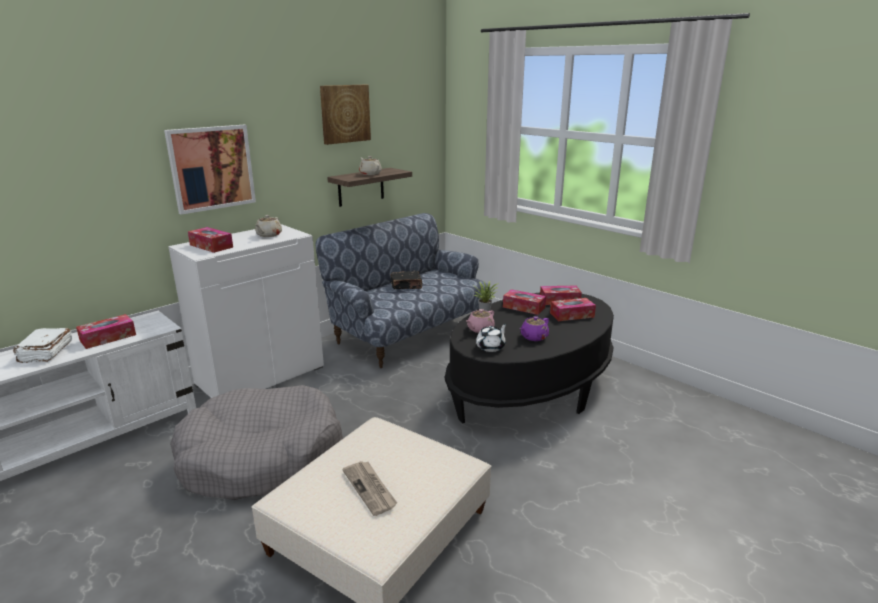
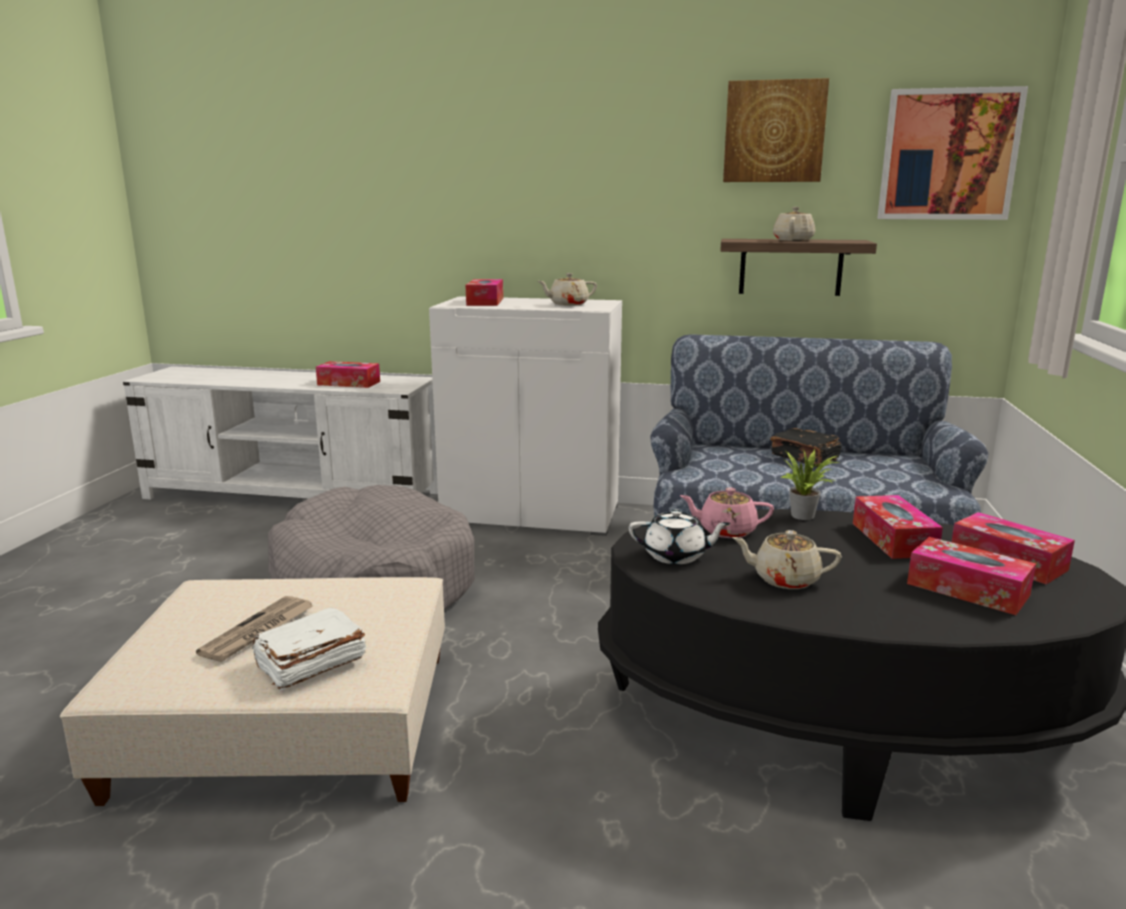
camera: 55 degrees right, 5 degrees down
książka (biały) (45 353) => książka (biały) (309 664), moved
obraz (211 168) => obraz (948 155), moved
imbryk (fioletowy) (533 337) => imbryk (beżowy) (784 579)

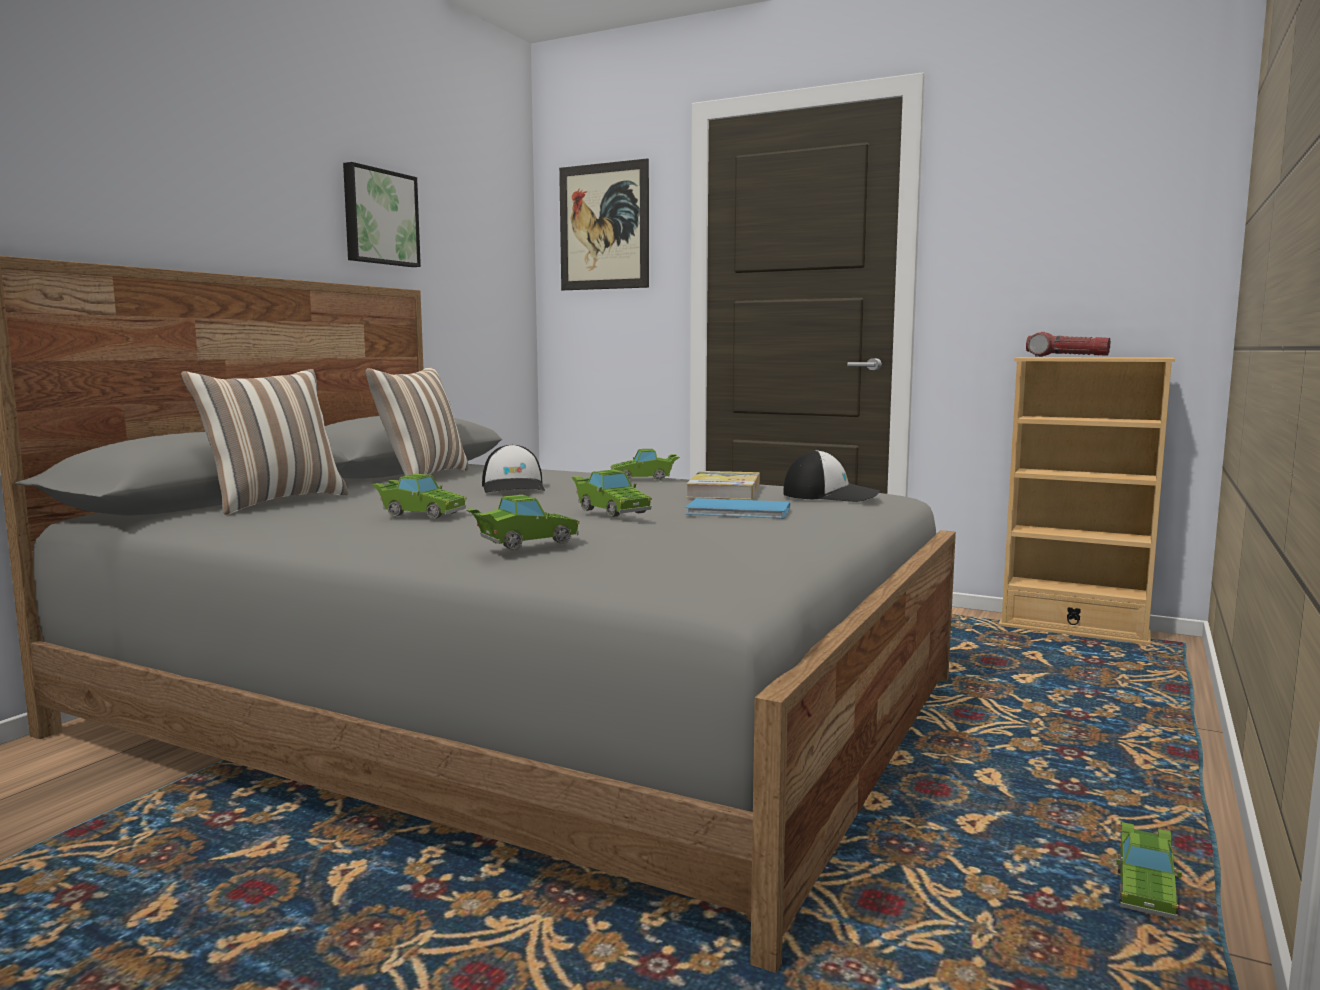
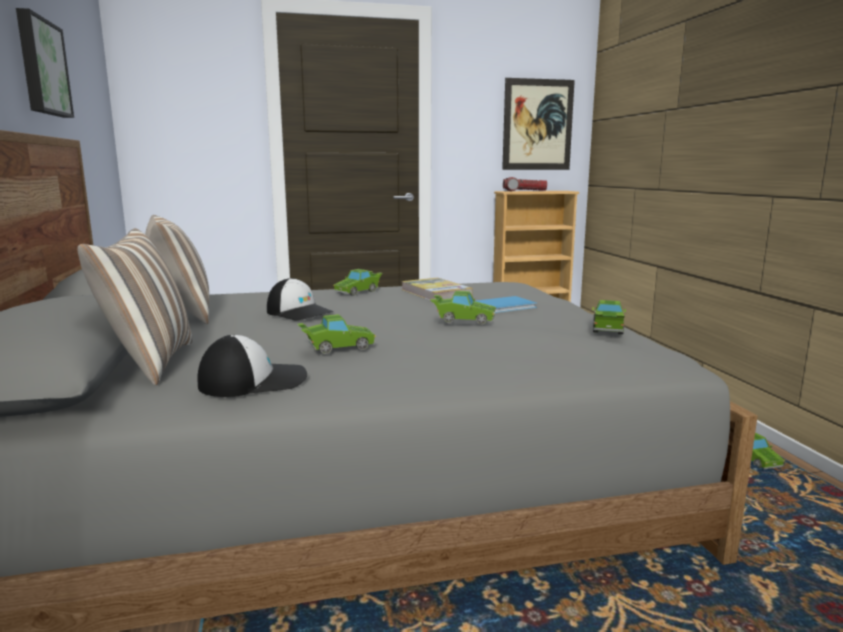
camera: 40 degrees left, 5 degrees up
samochodzik (zielony) (523 543) => samochodzik (zielony) (607 329), moved
obraz (604 226) => obraz (537 125), moved
czapka z daszkiem (831 495) => czapka z daszkiem (254 381), moved

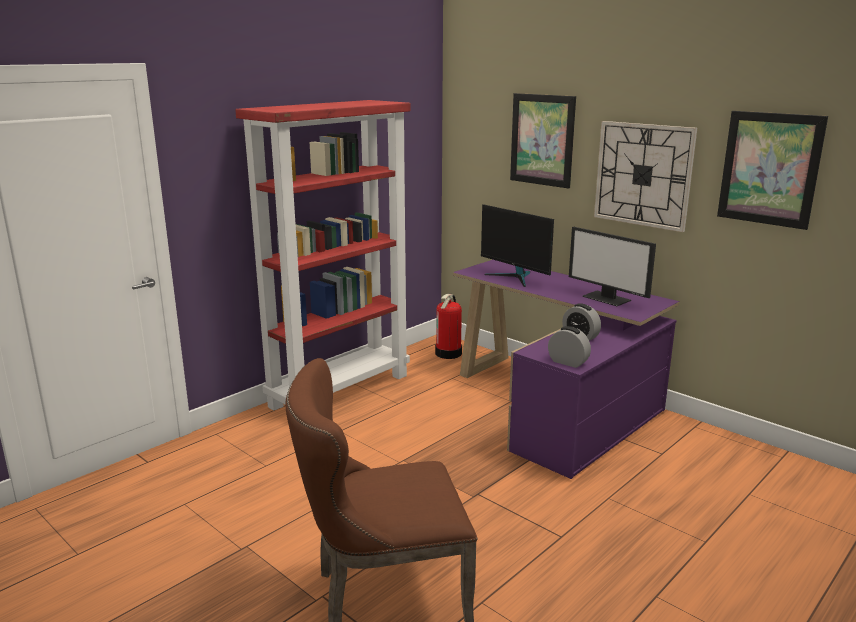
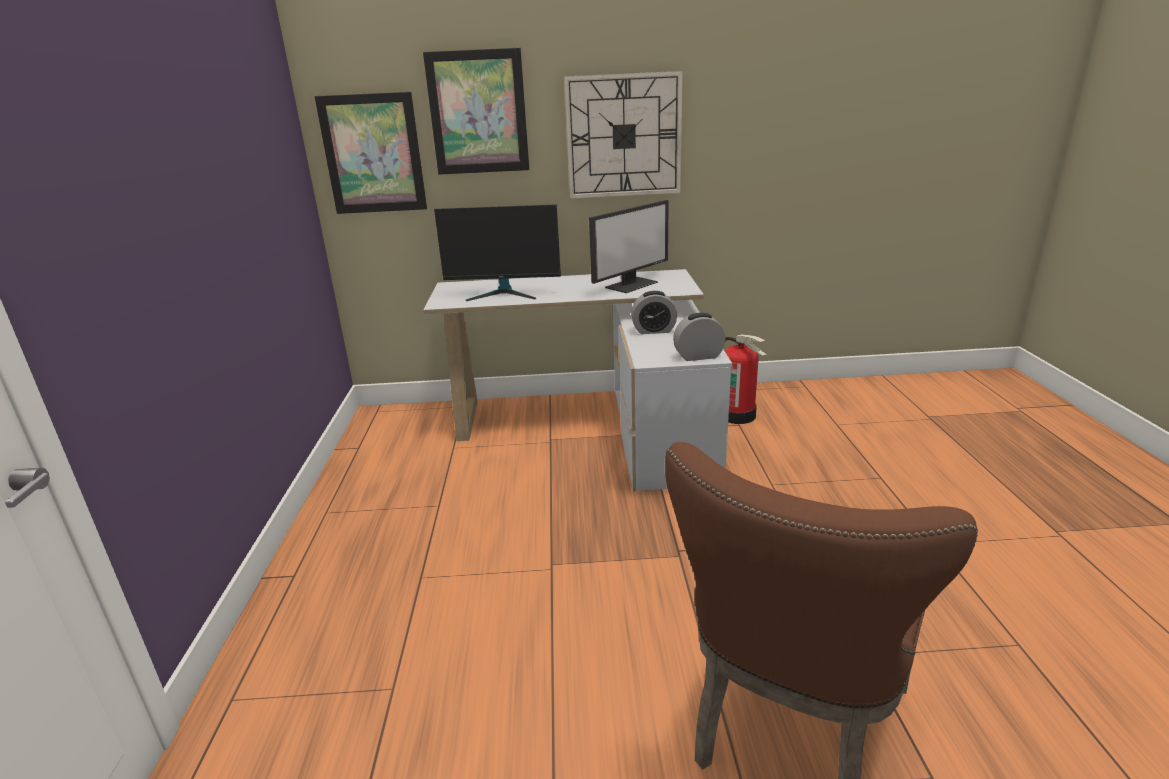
camera: 45 degrees left, 5 degrees up
regał (czerwony) (340 390) => nothing
gaśnica (449 353) => gaśnica (738 415), moved
obraz (769 169) => obraz (373 154), moved
biurko (fioletowy) (556 405) => biurko (biały) (596 425)
monitor (607 298) => monitor (631 284), 45 degrees counterclockwise

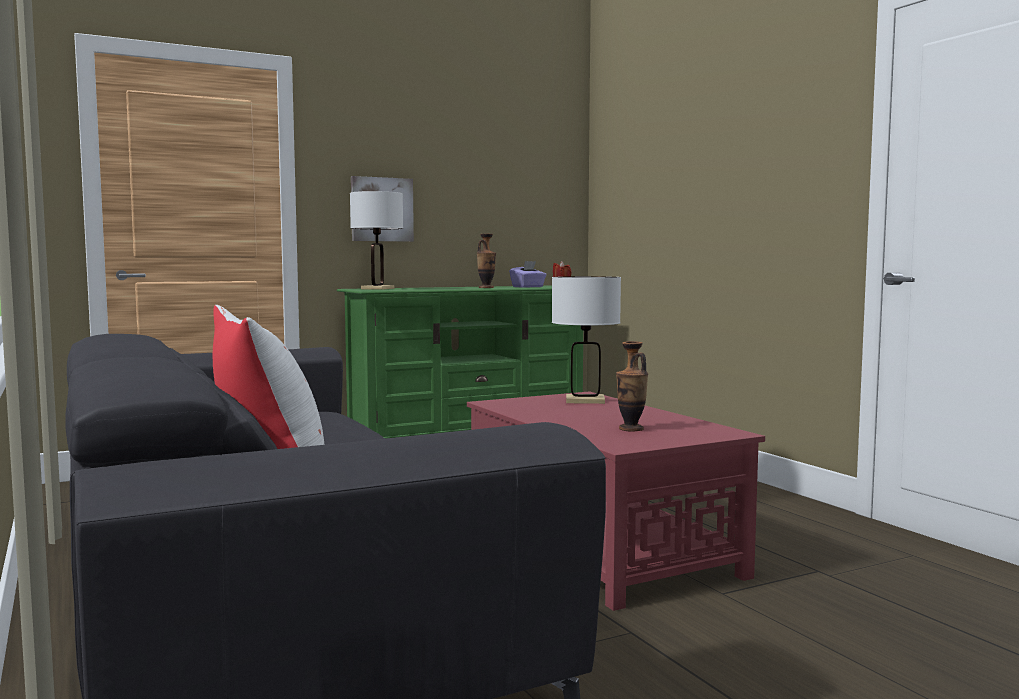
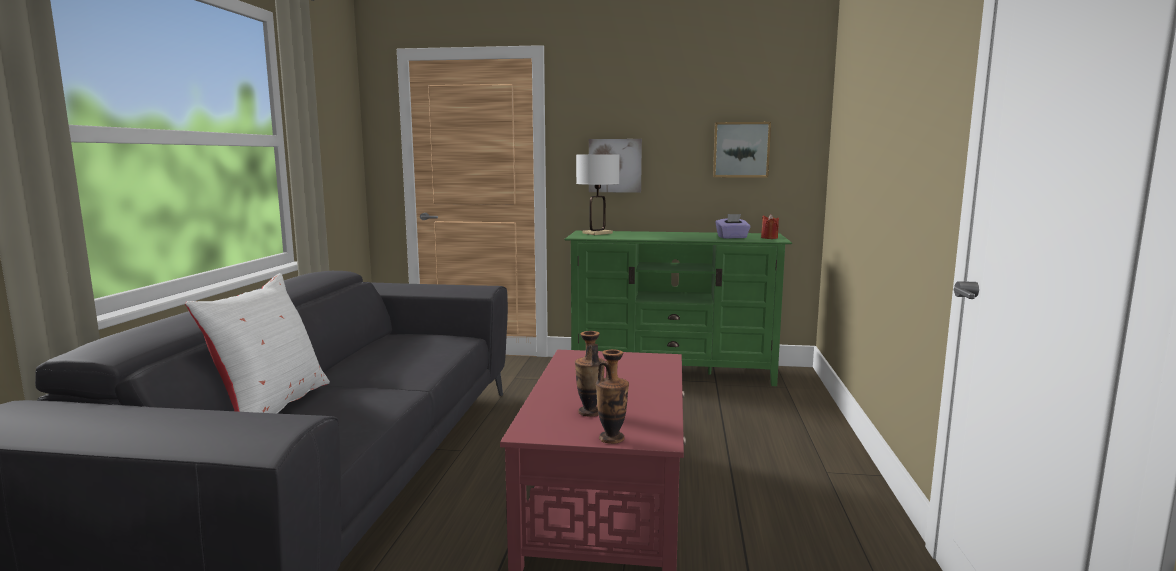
camera: 35 degrees right, 5 degrees up
lampa stołowa (biały) (585 400) => nothing
nothing => obraz (741 150)
wazon (486 288) => wazon (611 438), moved

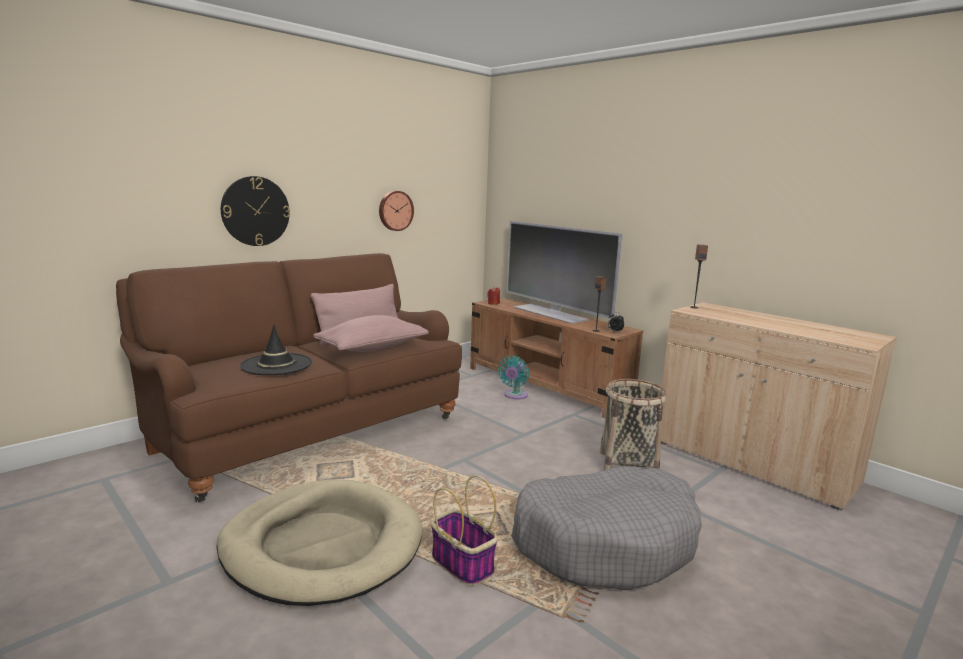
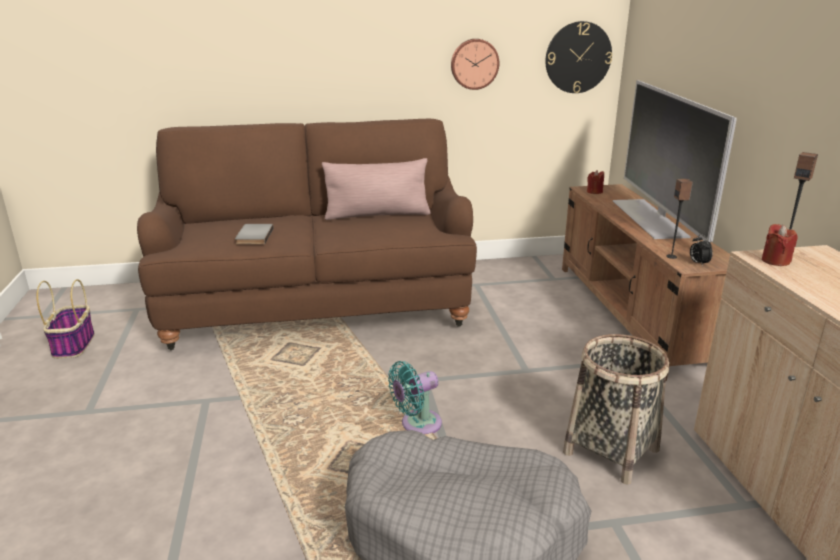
camera: 35 degrees right, 10 degrees up
legowisko (beżowy) (322 546) => nothing
poduszka (różowy) (372 348) => nothing
nothing => świeca (czerwony) (775 261)
zegar ścienny (255 211) => zegar ścienny (578 57), moved
koszyk (461 563) => koszyk (73 344), moved
wentylator (turkusowy) (514 396) => wentylator (turkusowy) (417 424), moved
kapelusz (czarny) (276 365) => książka (szary) (253 236)

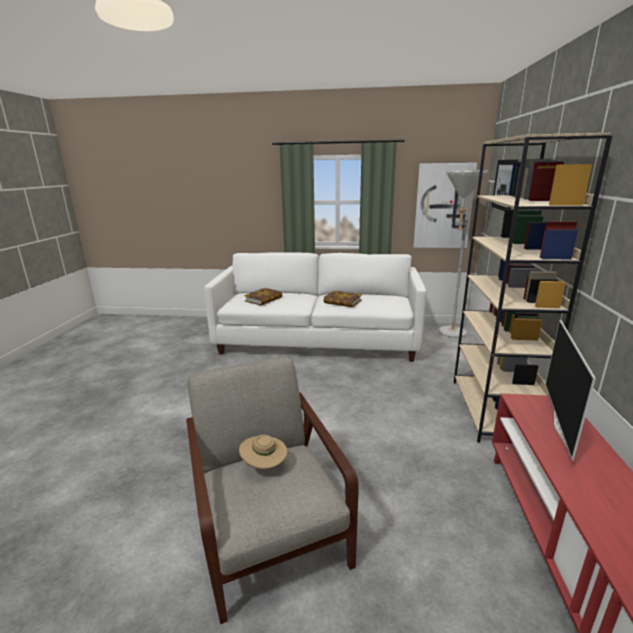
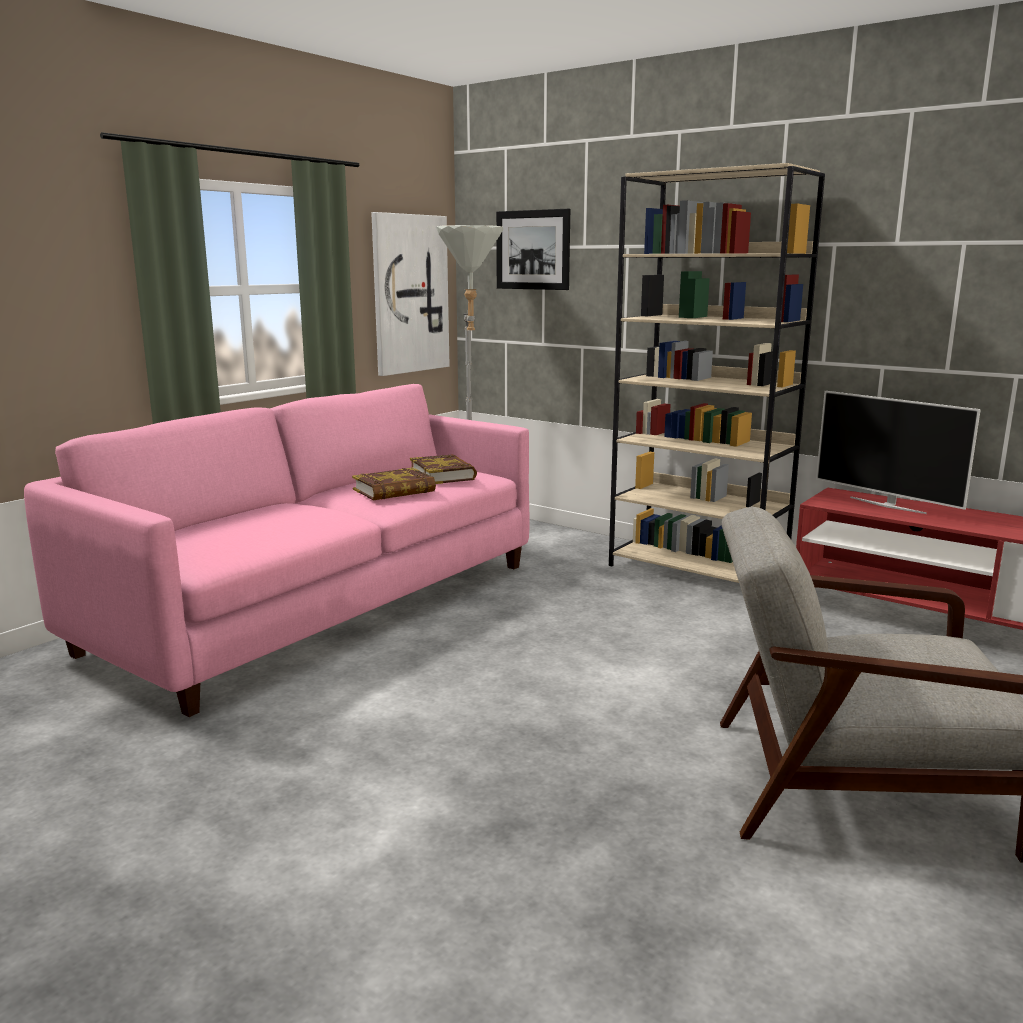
camera: 60 degrees left, 5 degrees down
kapelusz (beżowy) (264 465) => nothing
książka (263 299) => książka (443 475), moved
kanapa (biały) (318 341) => kanapa (różowy) (323 606)

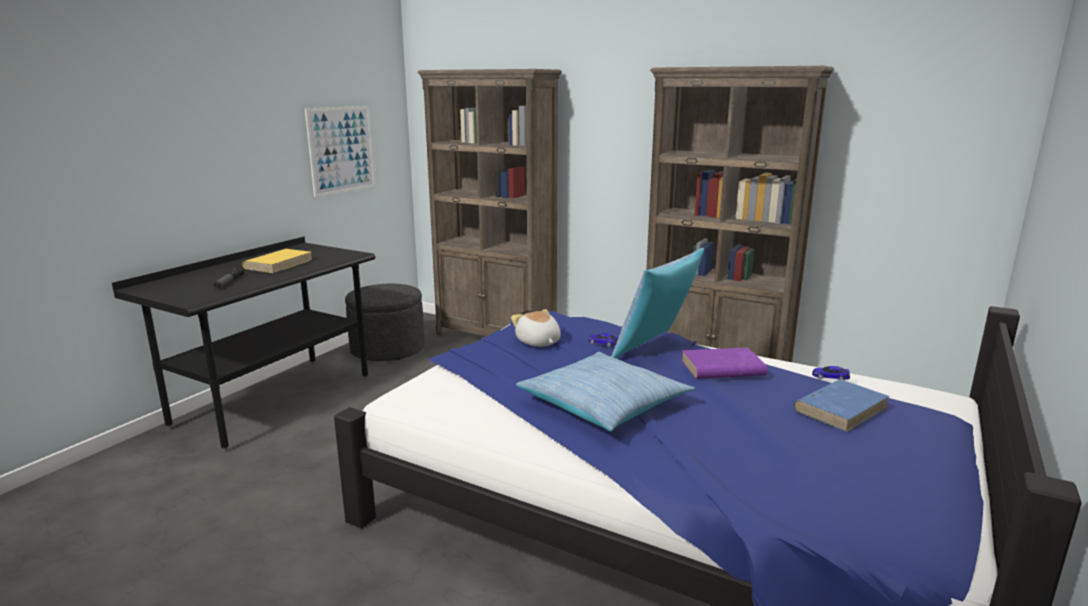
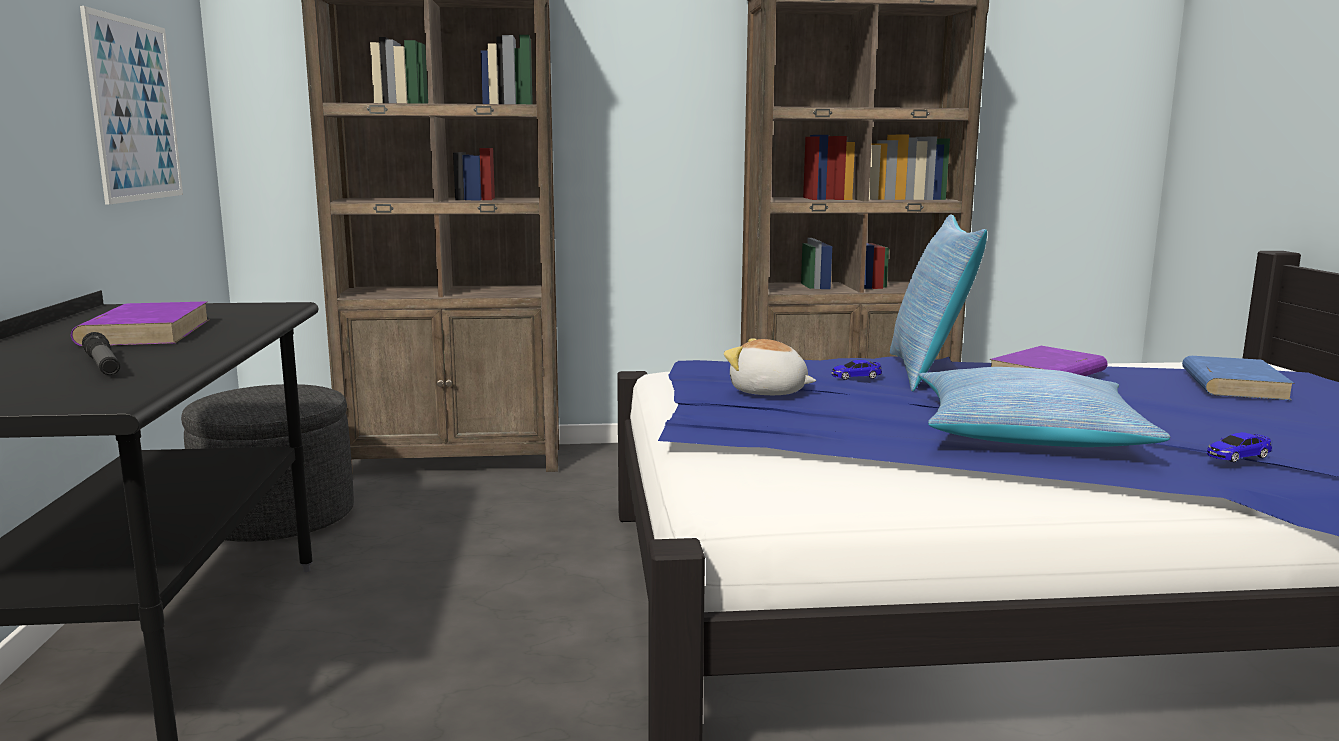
camera: 35 degrees left, 5 degrees down
samochodzik (830 377) => samochodzik (1237 456), moved
książka (żółty) (279 264) => książka (fioletowy) (146 332)

